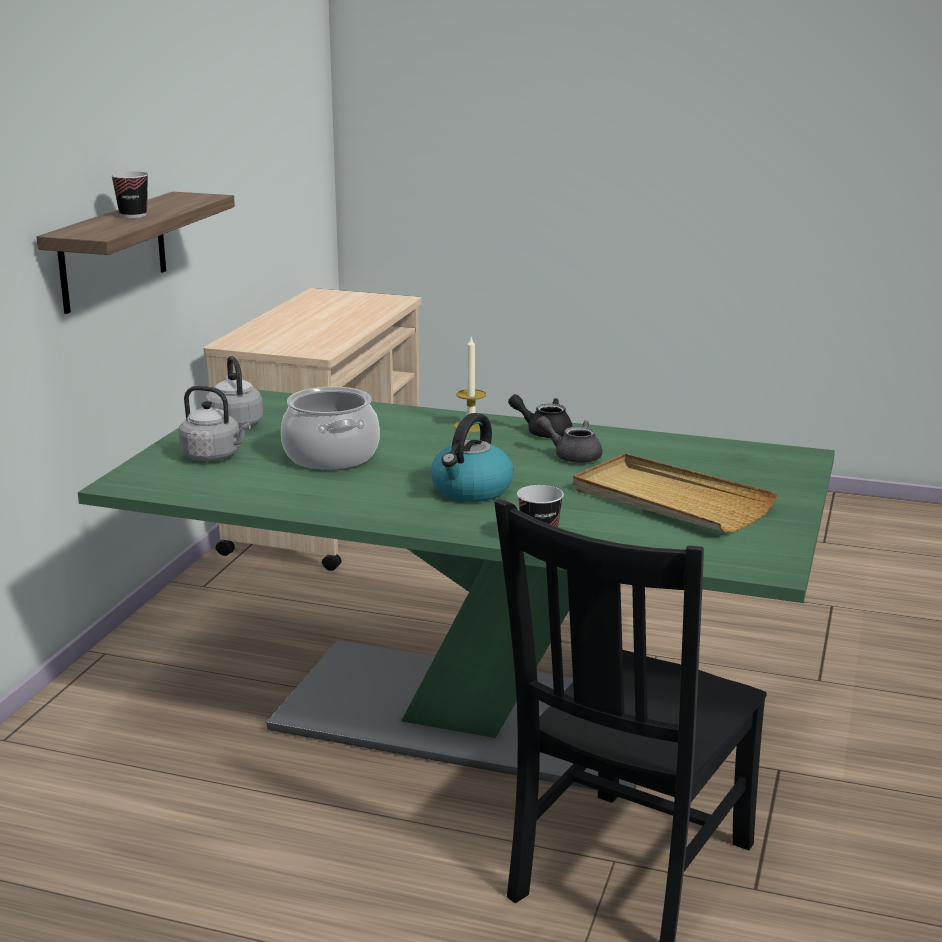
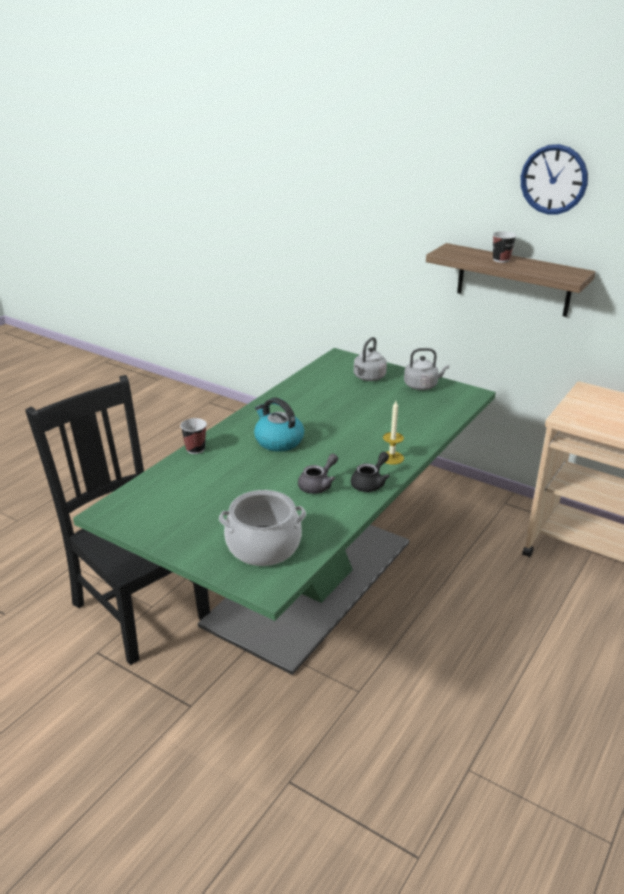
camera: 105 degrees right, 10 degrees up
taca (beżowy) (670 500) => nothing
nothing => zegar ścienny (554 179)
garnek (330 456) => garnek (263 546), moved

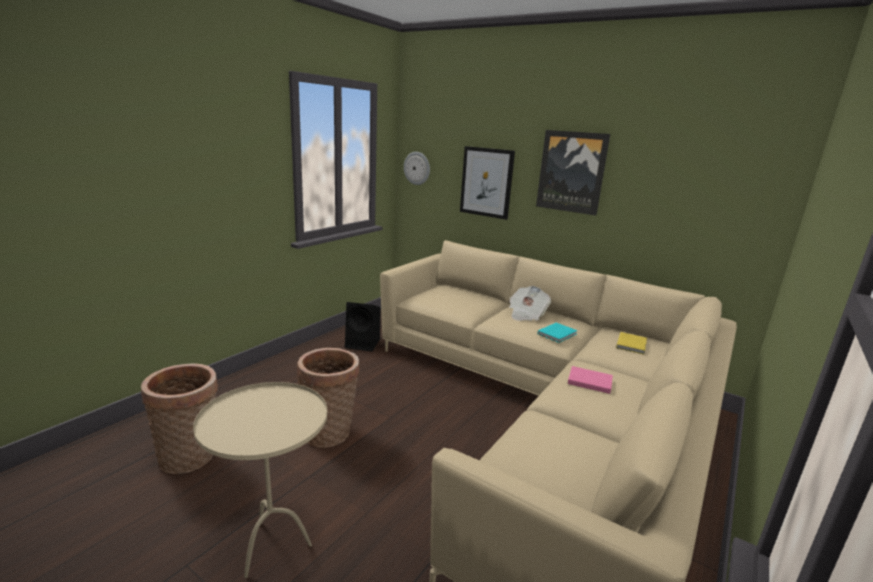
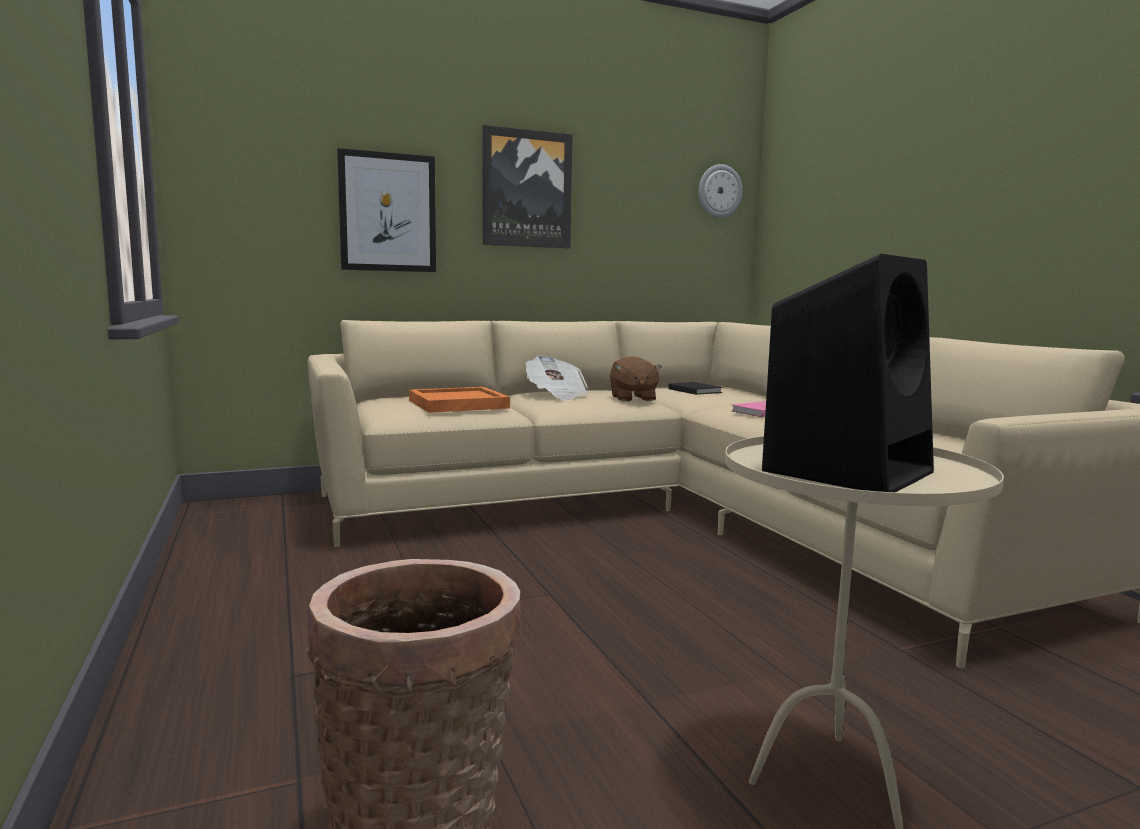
camera: 55 degrees left, 10 degrees down
koszyk (329 432) => nothing
nothing => taca (pomarańczowy) (457 404)
głośnik (czarny) (363 343) => głośnik (czarny) (848 471), moved
zegar ścienny (417 168) => zegar ścienny (719 191), moved
książka (turkusowy) (558 334) => pluszak (brązowy) (632 398)
książka (żółty) (632 344) => książka (czarny) (694 390)

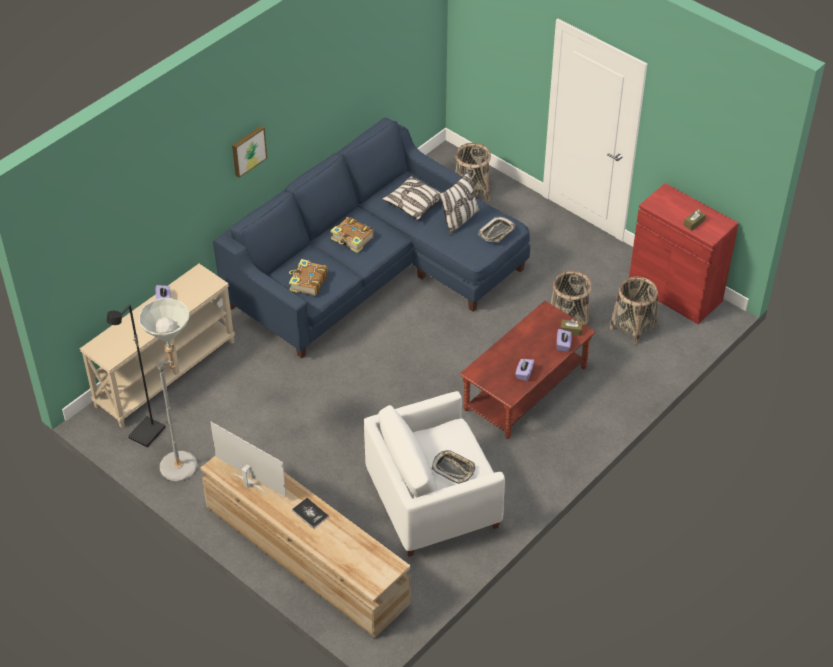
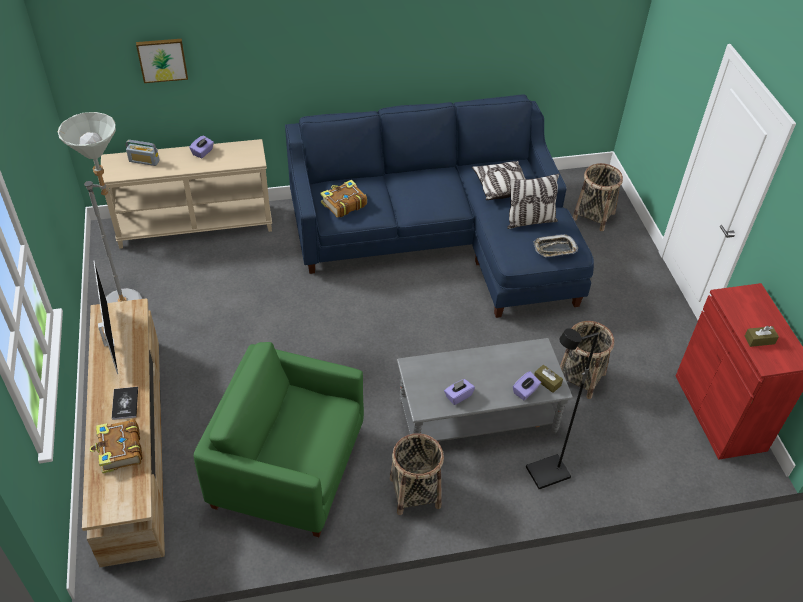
camera: 35 degrees right, 0 degrees up
taca (453 468) => nothing
nothing => radio (144 161)
lampa stojąca (czarny) (147 434) => lampa stojąca (czarny) (547 474), moved
obraz (248 150) => obraz (162 59), moved
książka (352 239) => książka (119 451), moved
koszyk (632 327) => koszyk (414 492), moved
fotel (biały) (433 500) => fotel (zielony) (288 468)
ława (brązowy) (525 388) => ława (szary) (478 416)

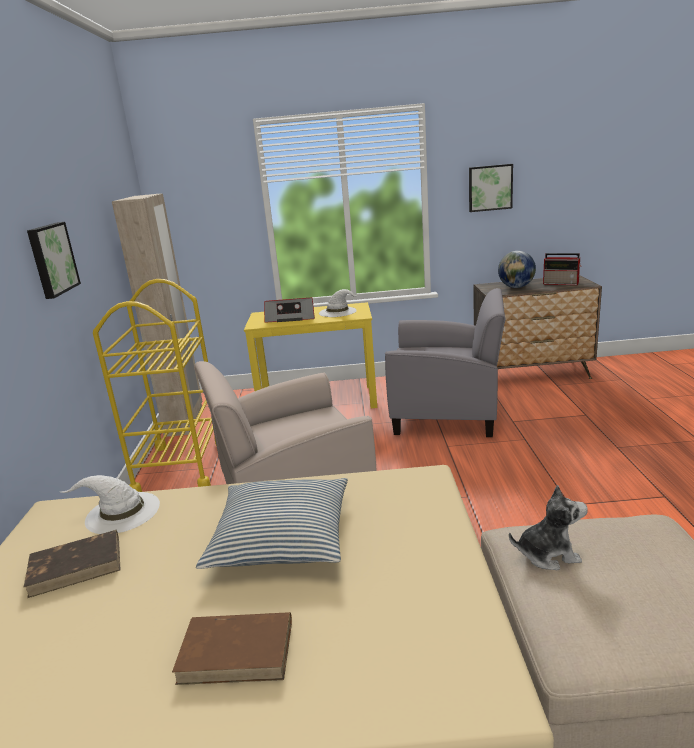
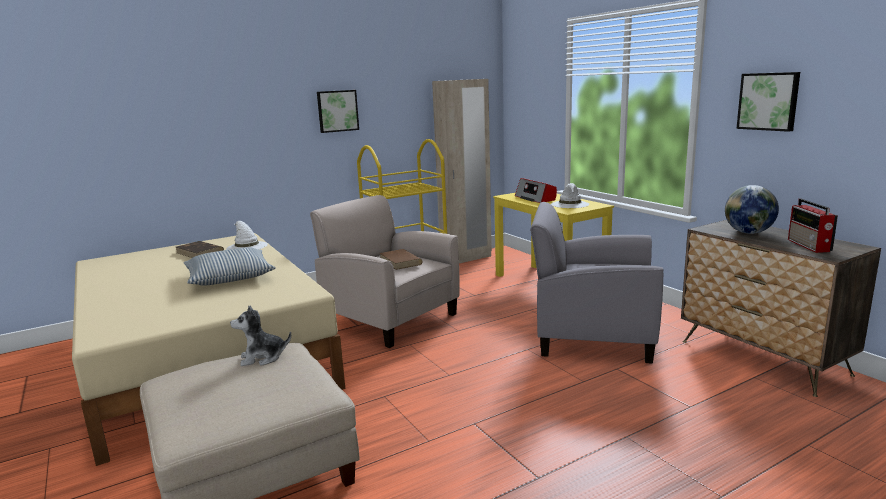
camera: 60 degrees right, 5 degrees down
książka (brązowy) (238 651) => książka (brązowy) (401 262), moved
fotel (szary) (447 413) => fotel (szary) (592 335), 120 degrees clockwise
pluszak (548 554) => pluszak (262 358), 105 degrees clockwise

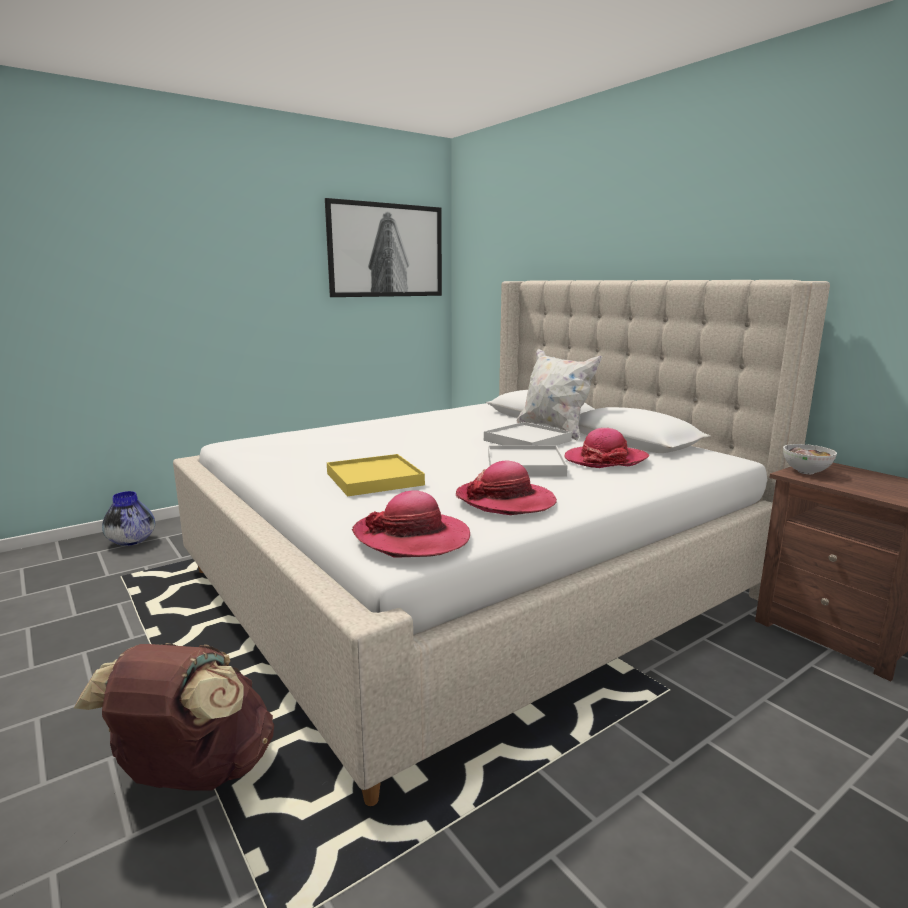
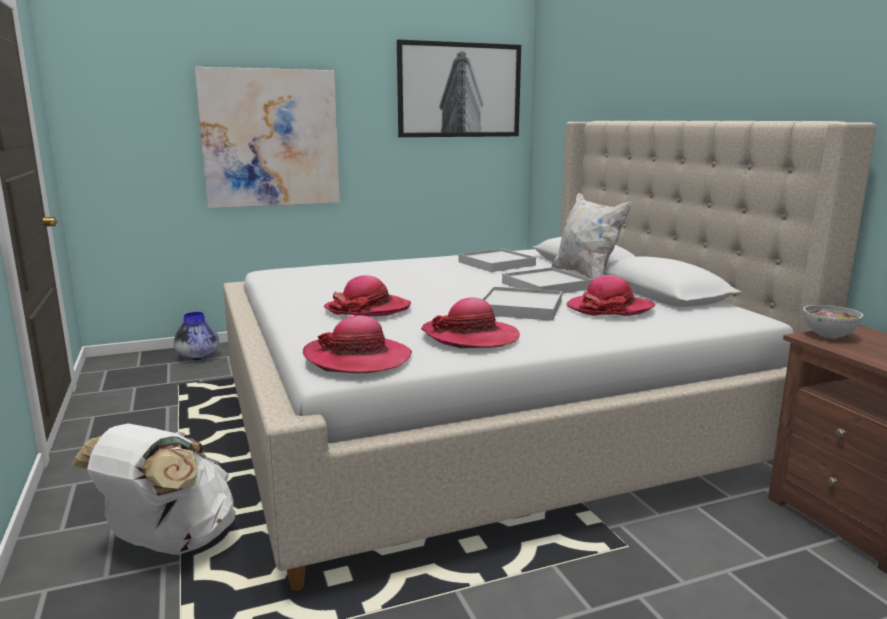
camera: 15 degrees right, 0 degrees up
nothing => obraz (270 138)
nothing => taca (biały) (496 264)
taca (żółty) (374 479) => kapelusz (367 309)
plecak (brązowy) (193 775) => plecak (biały) (169 543)

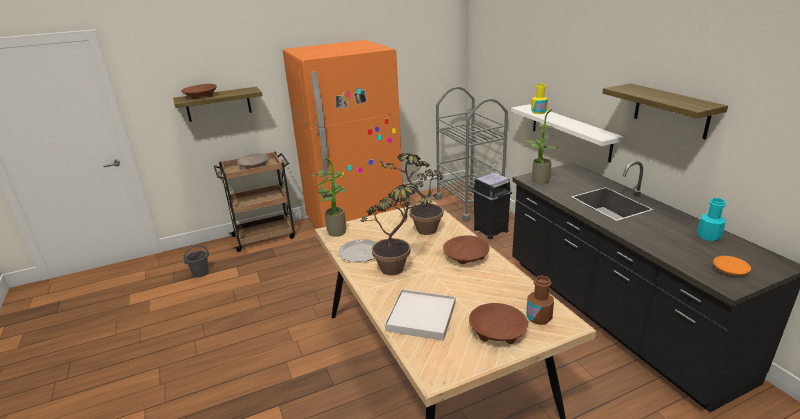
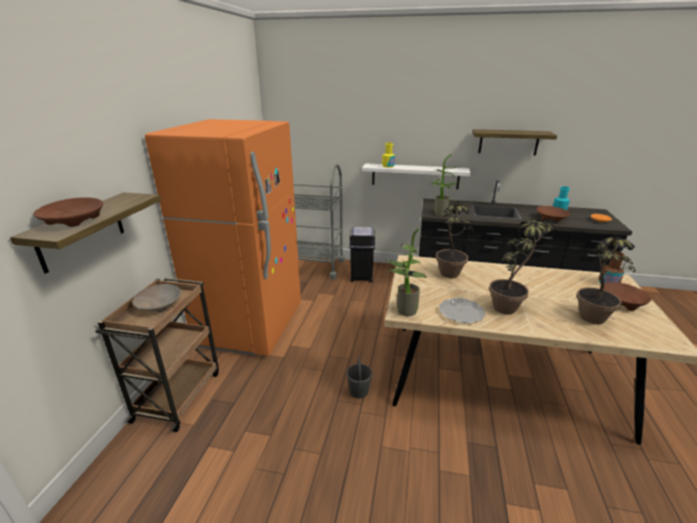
camera: 55 degrees left, 0 degrees up
wiadro (szary) (201 273) => wiadro (szary) (359 391), moved
miska (brązowy) (466 257) => miska (brązowy) (551 218), moved
taca (biały) (421 316) => roślina doniczkowa (589 321)

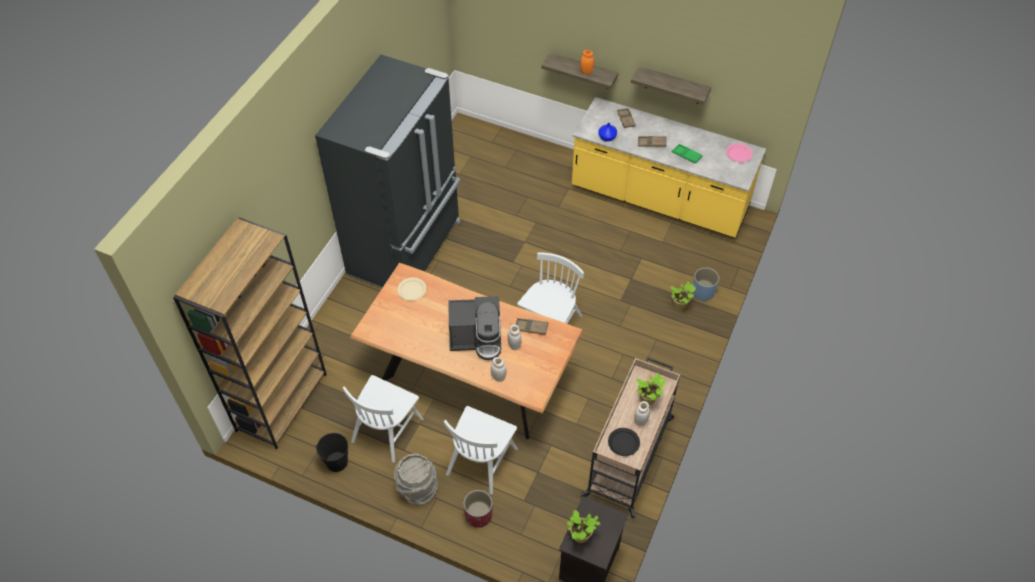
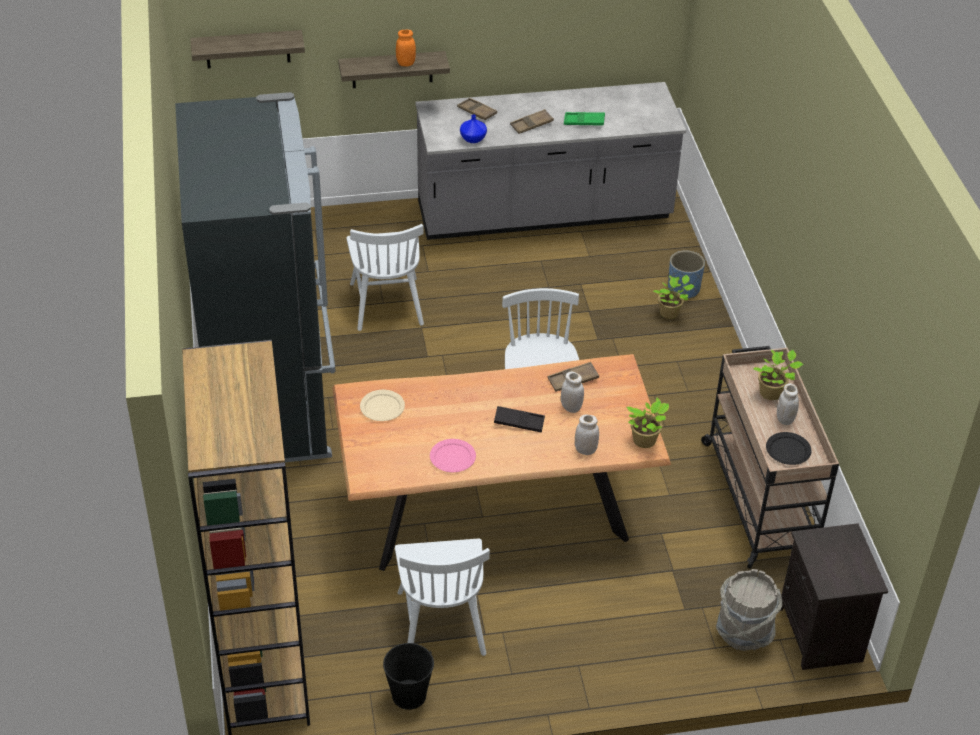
camera: 35 degrees left, 10 degrees down
donica (czerwony) (478 515) => nothing
wiadro (szary) (417 488) => wiadro (szary) (743 632), moved
krzesło (biały) (481 460) => krzesło (biały) (386 303), moved
roślina doniczkowa (581 536) => roślina doniczkowa (645 441), moved
półka (673 85) => półka (247 49), moved
talerz (różowy) (739 153) => talerz (różowy) (452 457), moved
ekspres do kawy (477 339) => taca (czarny) (519 422)
zabudowa kuchenna (żółty) (659 200) => zabudowa kuchenna (szary) (544 214)

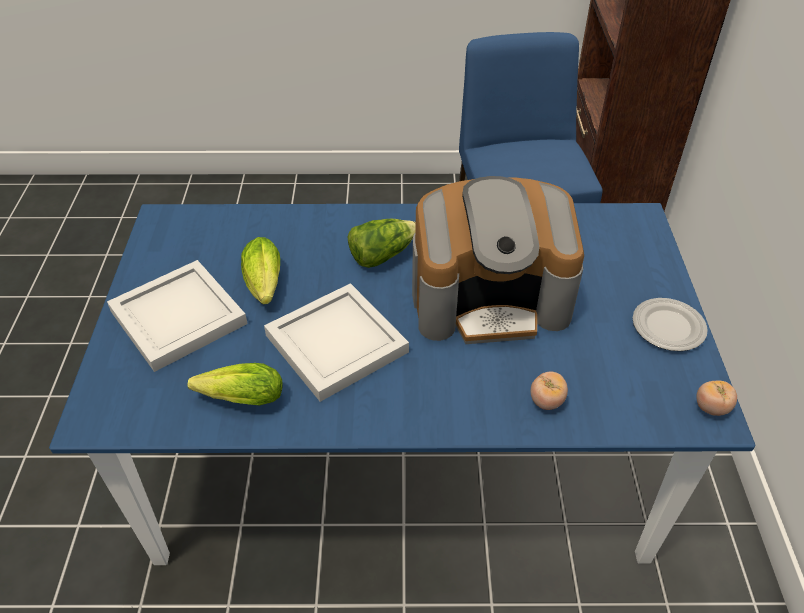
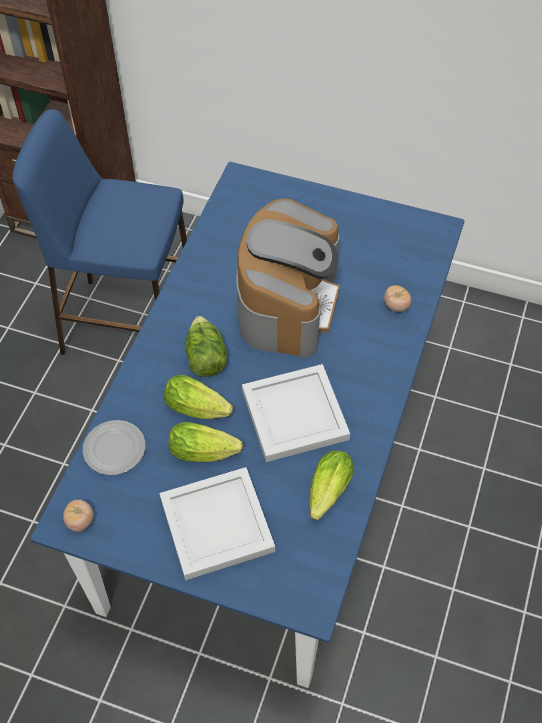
camera: 70 degrees left, 10 degrees up
nothing => sałata (200 409)
talerz (668 326) => talerz (114 449), moved
pomidor (711 407) => pomidor (80 521), moved

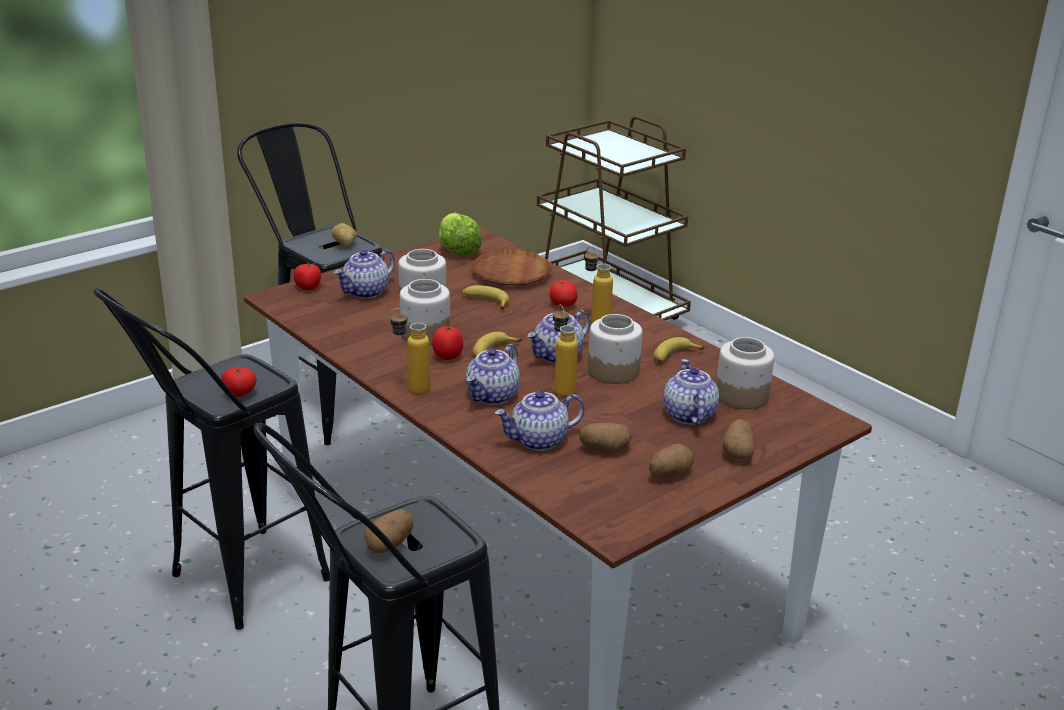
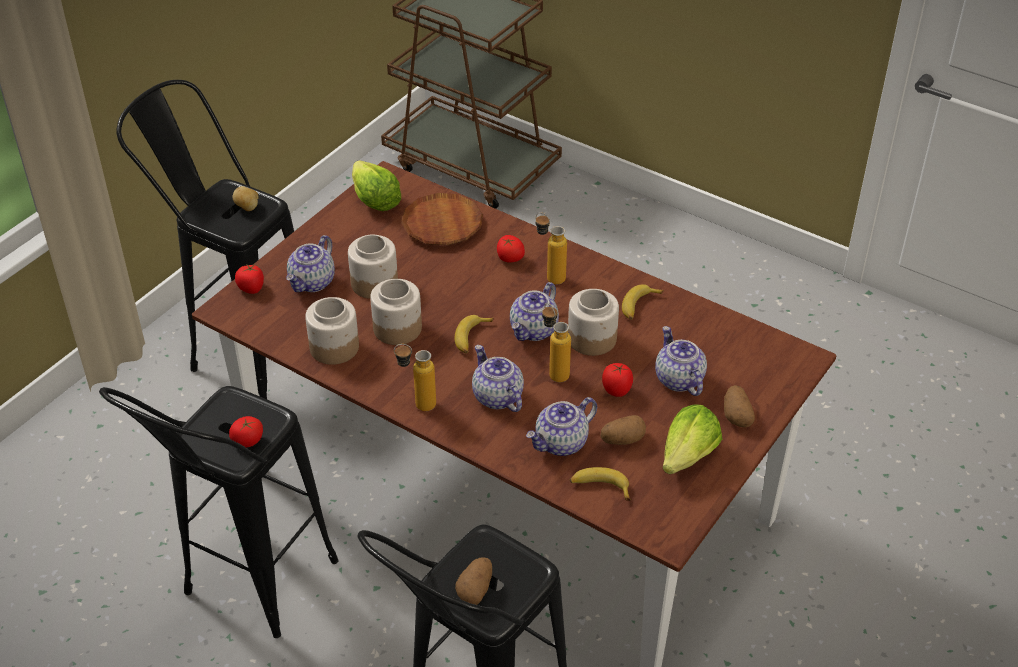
camera: 15 degrees left, 15 degrees up
pomidor (447 356) => pomidor (616 390), moved
banan (485 302) => banan (600 487), moved
słoik (741 396) => słoik (333 348), moved
ziemniak (669 474) => sałata (688 456)
imbryk (492 396) => imbryk (496 397), 135 degrees clockwise

